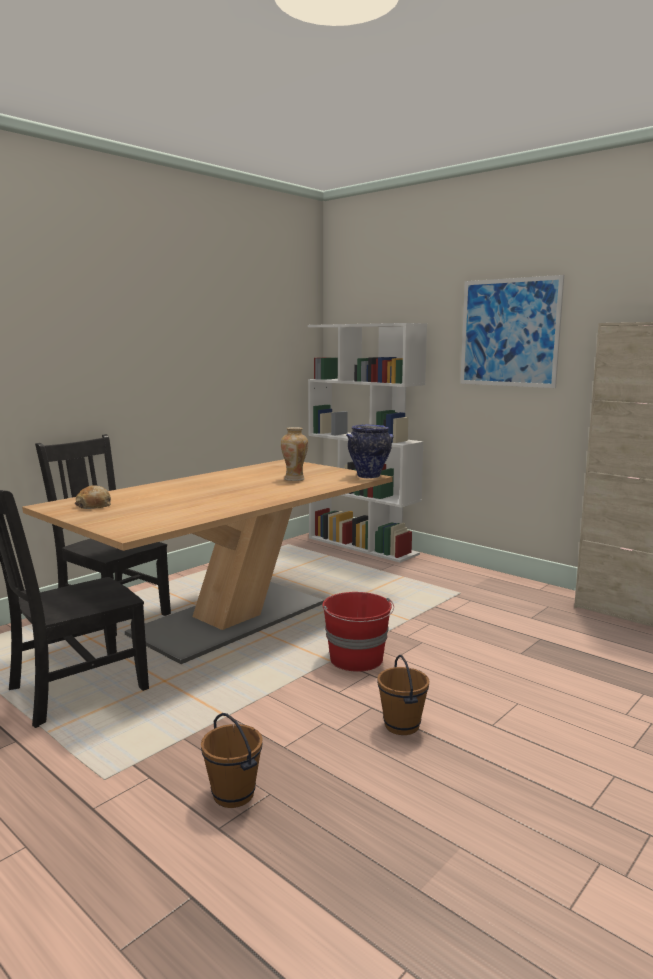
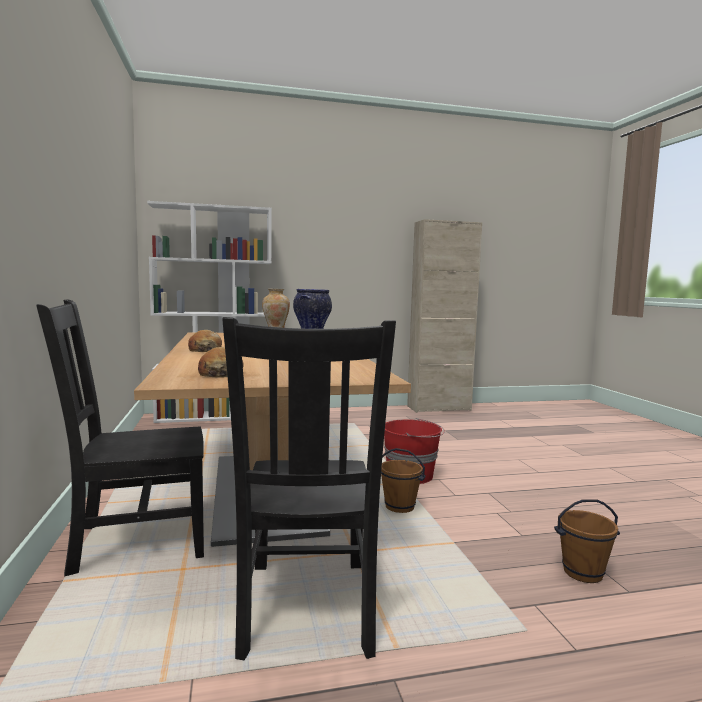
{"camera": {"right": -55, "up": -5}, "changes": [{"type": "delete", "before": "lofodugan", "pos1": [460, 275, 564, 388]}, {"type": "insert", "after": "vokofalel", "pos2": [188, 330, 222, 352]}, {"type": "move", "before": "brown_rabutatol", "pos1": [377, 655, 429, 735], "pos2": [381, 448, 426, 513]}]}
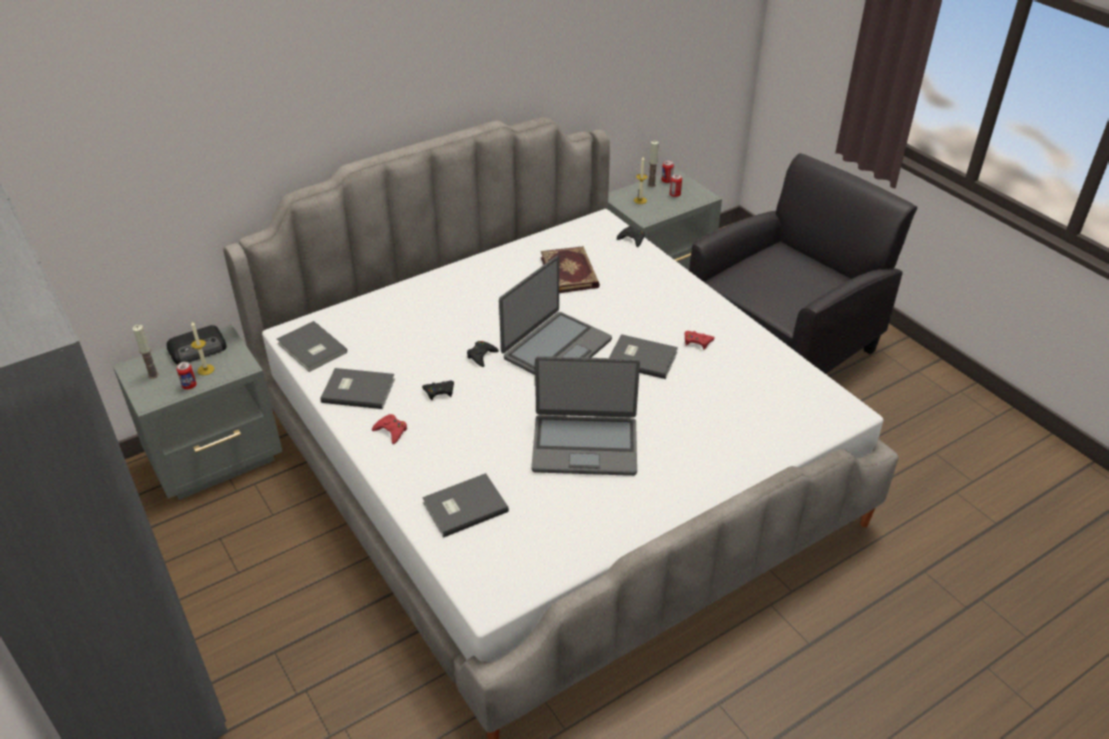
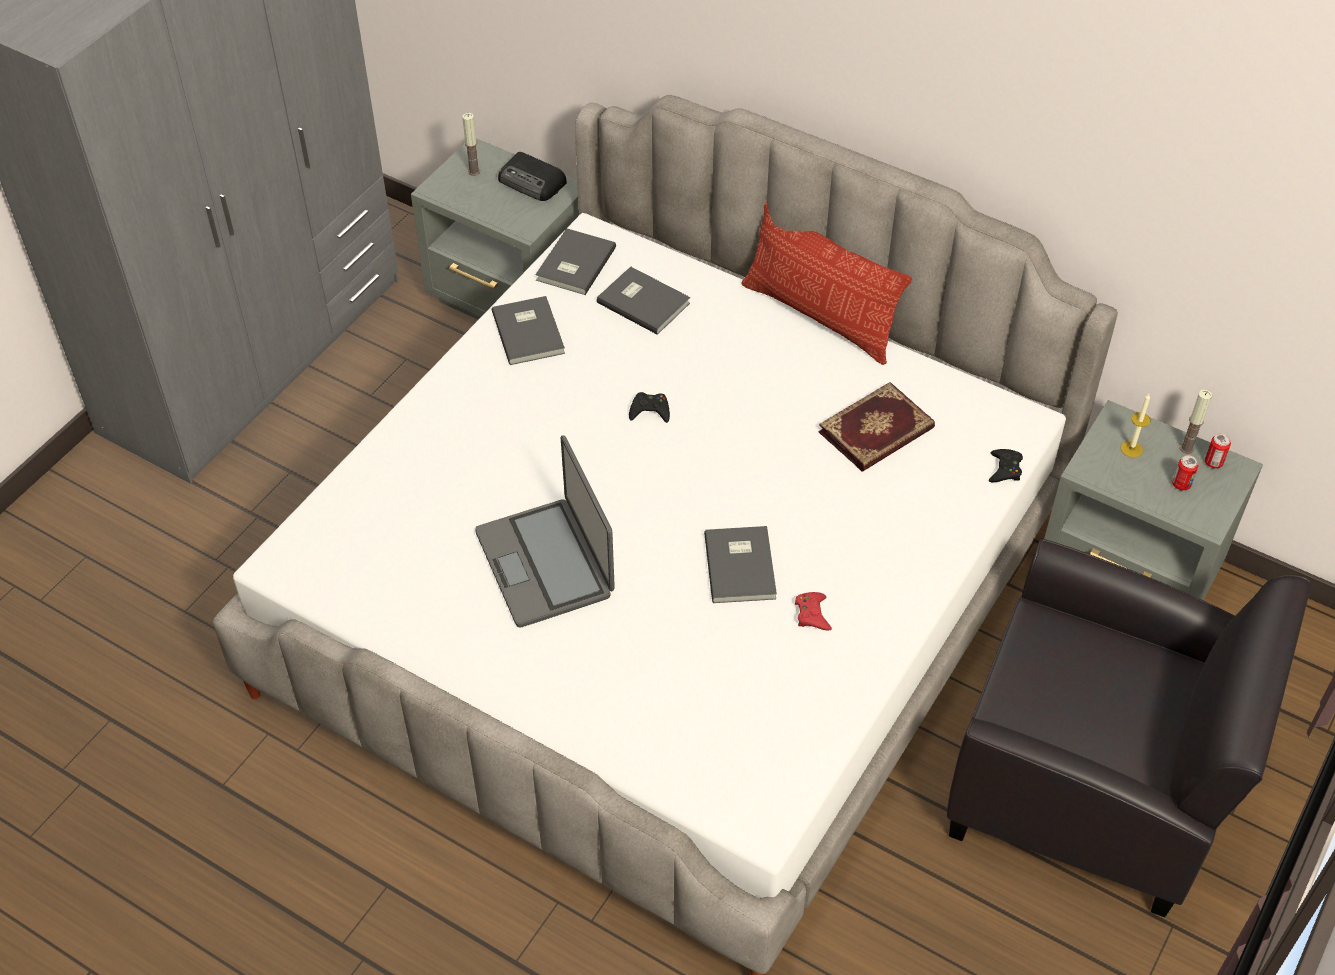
{"camera": {"right": 65, "up": 10}, "changes": [{"type": "delete", "before": "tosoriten", "pos1": [177, 362, 197, 390]}, {"type": "delete", "before": "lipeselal", "pos1": [191, 322, 214, 375]}, {"type": "delete", "before": "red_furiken", "pos1": [372, 414, 407, 444]}, {"type": "delete", "before": "black_furiken", "pos1": [422, 381, 454, 400]}, {"type": "delete", "before": "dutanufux", "pos1": [499, 256, 612, 375]}, {"type": "insert", "after": "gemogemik", "pos2": [742, 202, 912, 365]}, {"type": "move", "before": "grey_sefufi", "pos1": [422, 473, 509, 538], "pos2": [597, 267, 690, 335]}]}
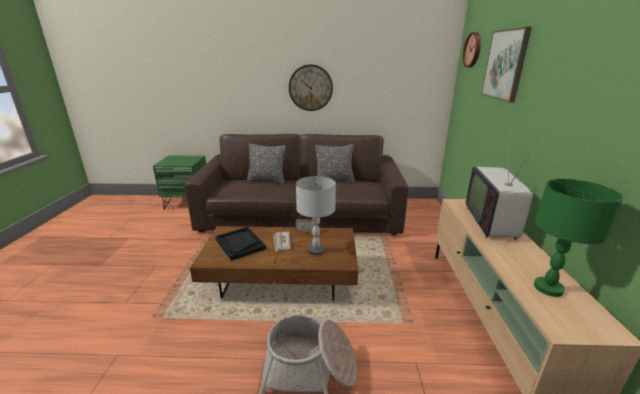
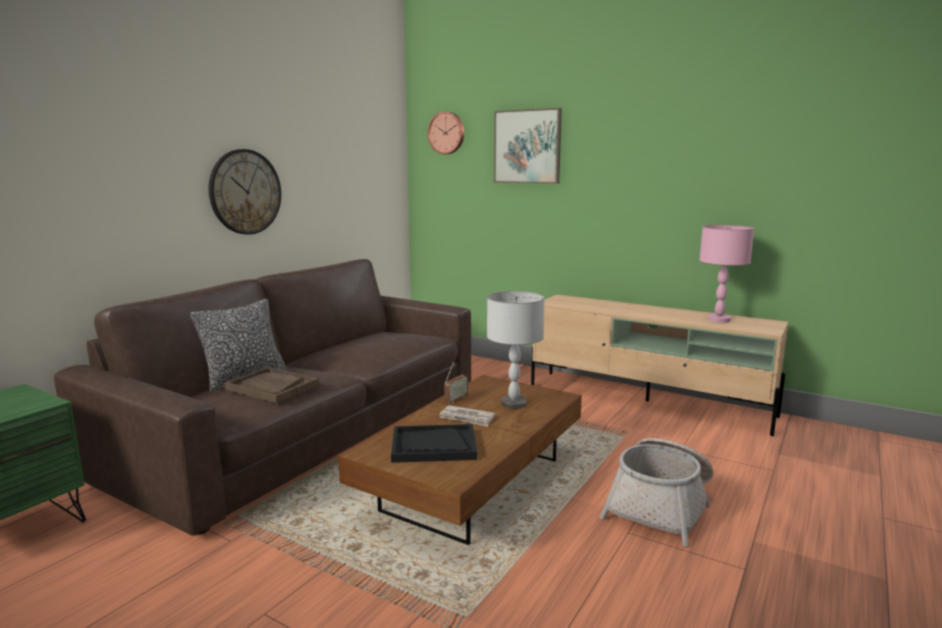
{"camera": {"right": -60, "up": -10}, "changes": [{"type": "delete", "before": "gemogemik", "pos1": [315, 144, 355, 182]}, {"type": "delete", "before": "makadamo", "pos1": [466, 143, 533, 240]}, {"type": "insert", "after": "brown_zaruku", "pos2": [225, 367, 319, 403]}, {"type": "recolor", "before": "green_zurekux", "after": "pink_zurekux", "pos1": [534, 179, 623, 297], "pos2": [699, 225, 754, 323]}]}
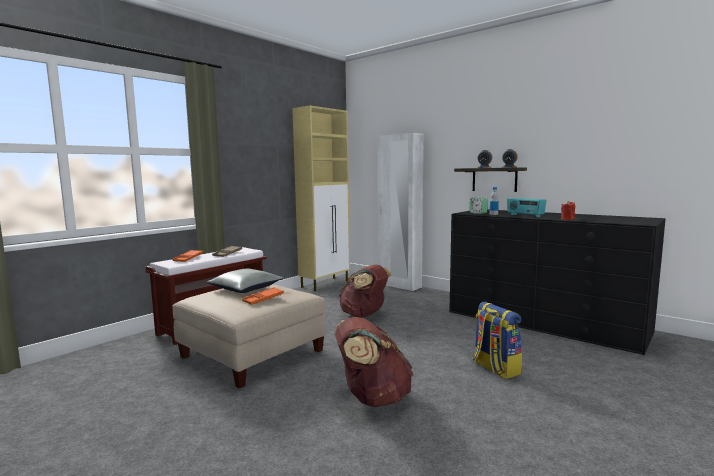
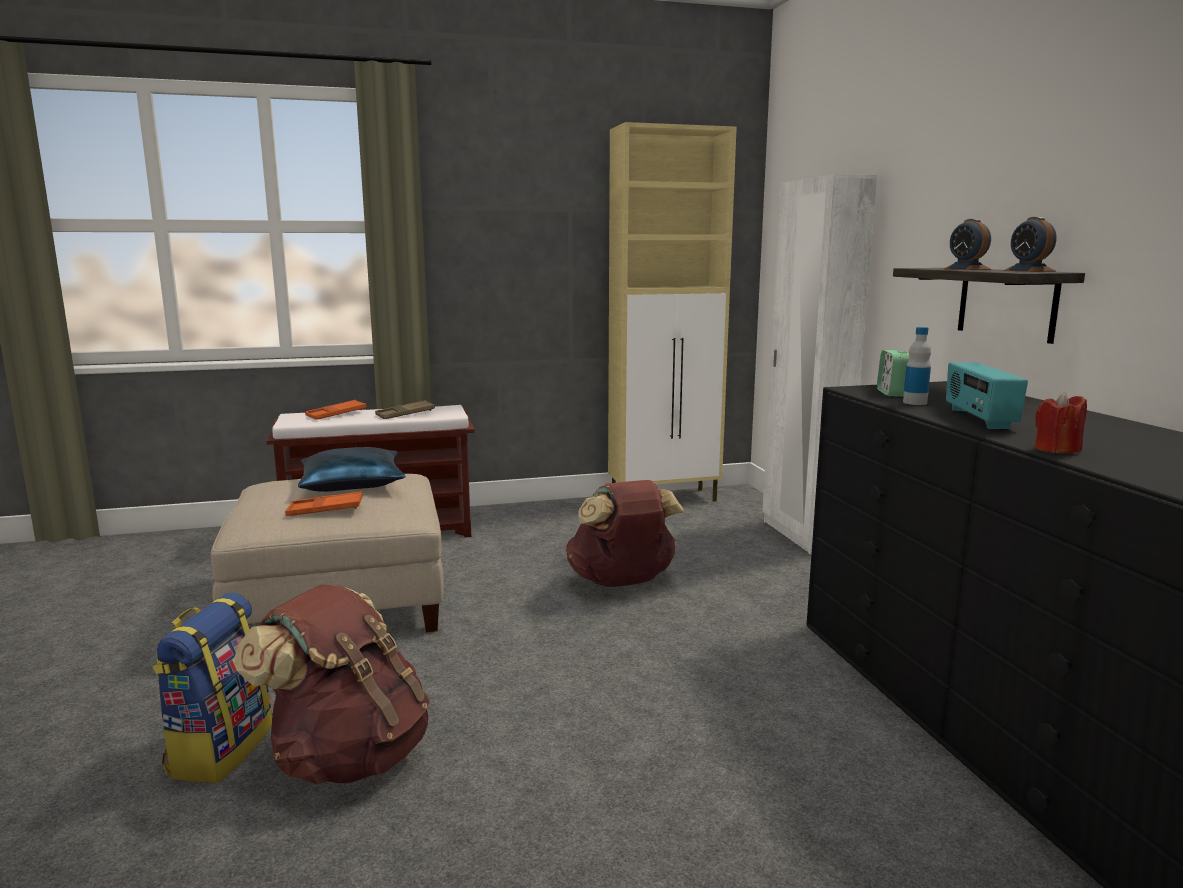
{"camera": {"right": 35, "up": 5}, "changes": [{"type": "move", "before": "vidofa", "pos1": [473, 302, 522, 379], "pos2": [152, 593, 272, 783]}, {"type": "recolor", "before": "grey_gemogemik", "after": "blue_gemogemik", "pos1": [207, 269, 284, 293], "pos2": [298, 447, 405, 492]}]}
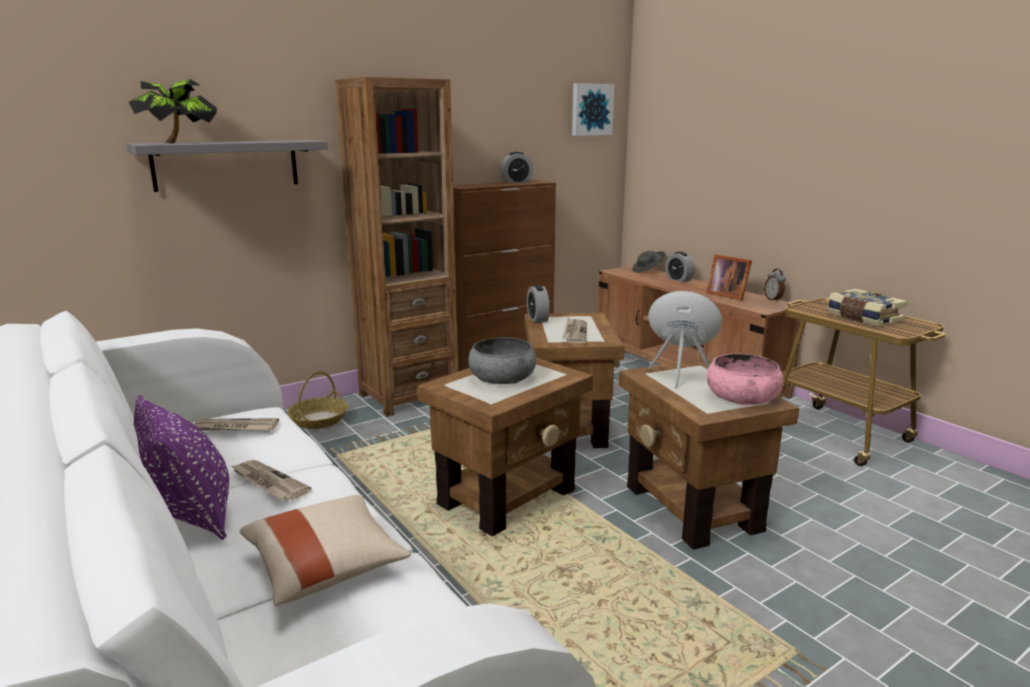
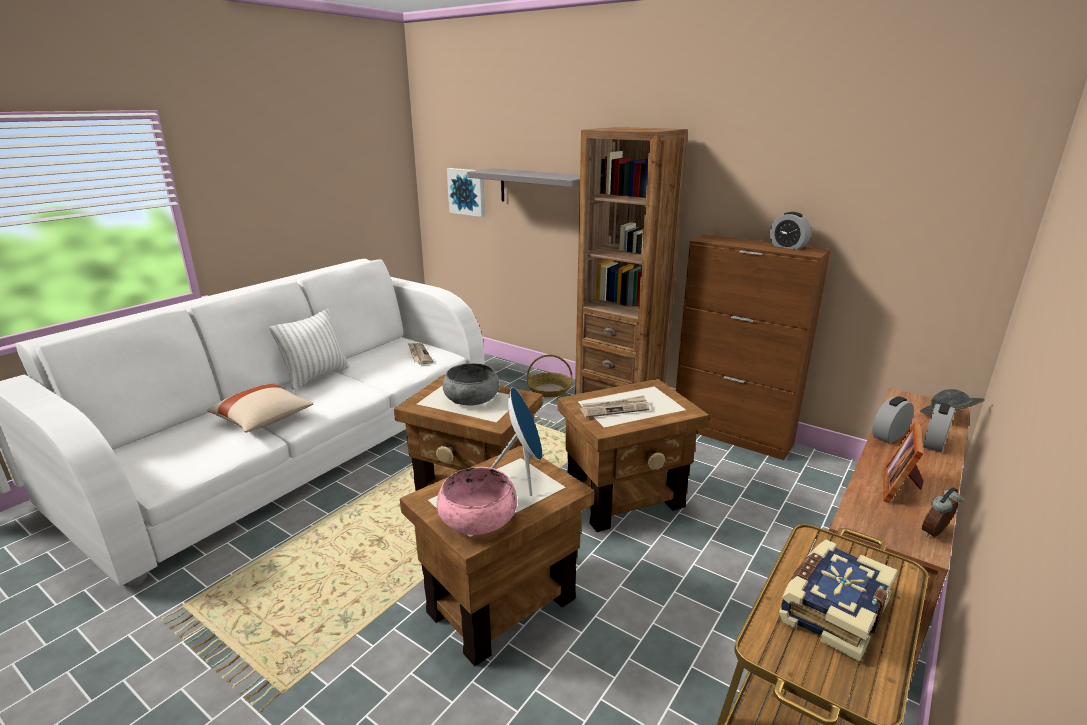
{"camera": {"right": 70, "up": 5}, "changes": [{"type": "delete", "before": "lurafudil", "pos1": [129, 79, 217, 143]}, {"type": "delete", "before": "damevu", "pos1": [230, 460, 312, 500]}, {"type": "move", "before": "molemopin", "pos1": [527, 285, 550, 322], "pos2": [872, 396, 914, 444]}, {"type": "move", "before": "lofodugan", "pos1": [572, 83, 615, 136], "pos2": [447, 168, 485, 217]}, {"type": "recolor", "before": "purple_gemogemik", "after": "white_gemogemik", "pos1": [134, 396, 229, 540], "pos2": [269, 309, 349, 390]}]}
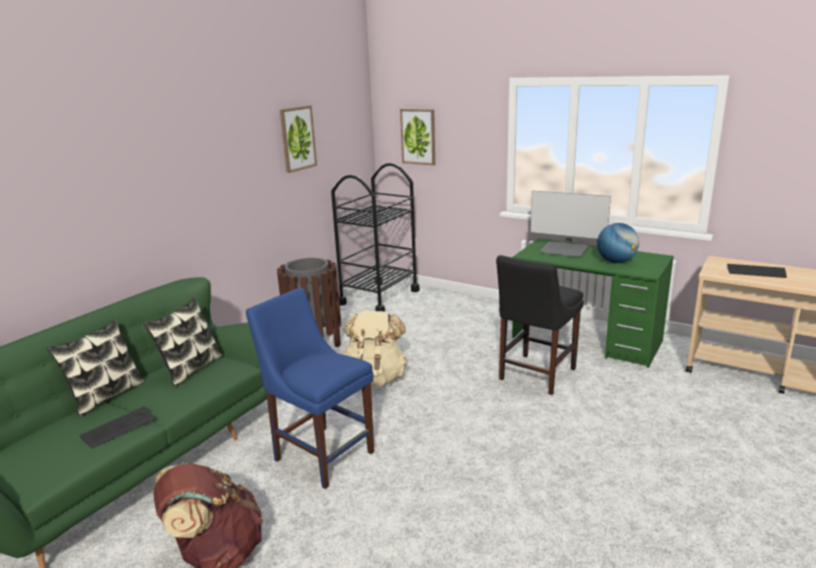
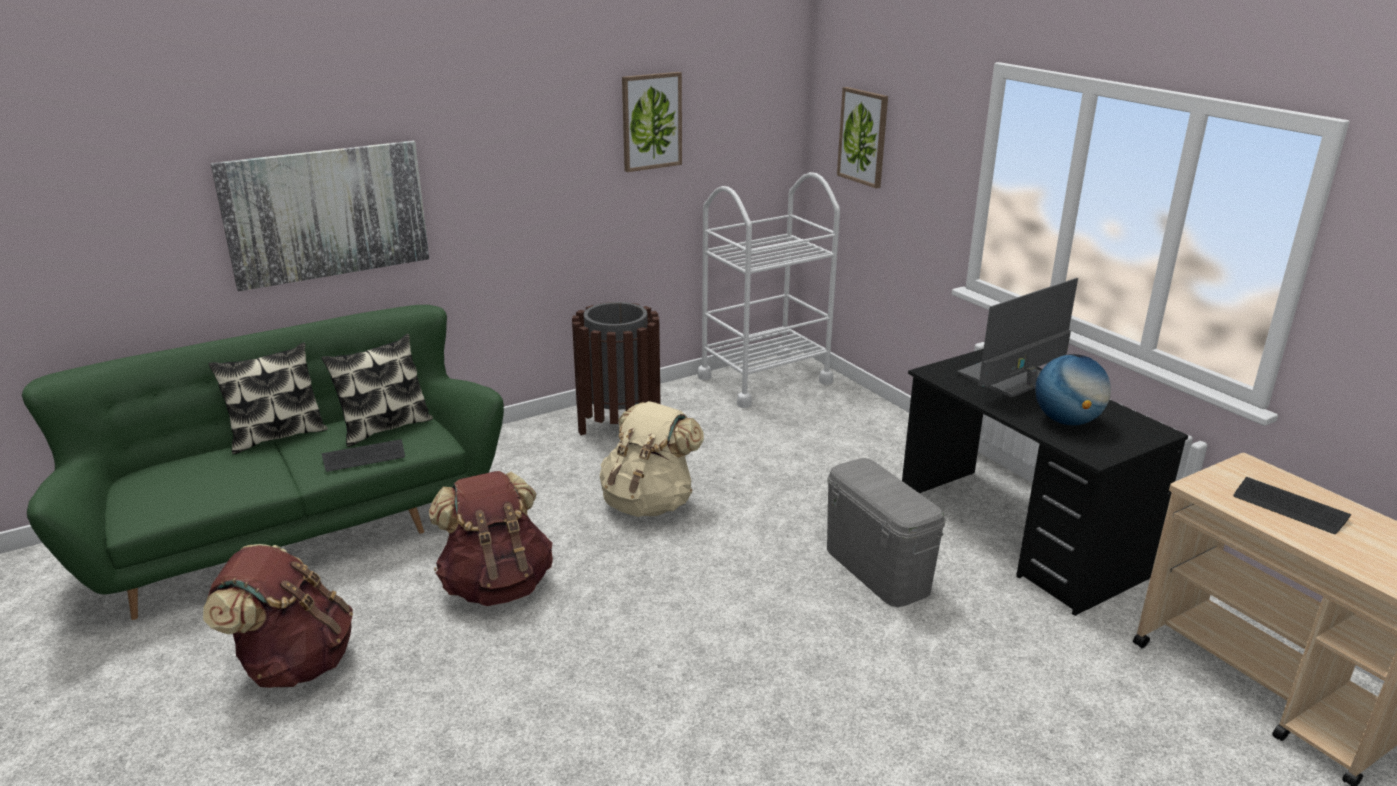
{"camera": {"right": 25, "up": 5}, "changes": [{"type": "insert", "after": "lofodugan", "pos2": [210, 141, 429, 292]}, {"type": "move", "before": "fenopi", "pos1": [80, 406, 155, 448], "pos2": [321, 439, 405, 472]}, {"type": "replace", "before": "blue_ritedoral", "after": "brown_vidofa", "pos1": [246, 288, 374, 489], "pos2": [429, 471, 553, 606]}, {"type": "replace", "before": "black_ritedoral", "after": "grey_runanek", "pos1": [496, 255, 584, 395], "pos2": [827, 458, 945, 607]}, {"type": "recolor", "before": "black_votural", "after": "white_votural", "pos1": [331, 163, 420, 311], "pos2": [698, 172, 840, 408]}, {"type": "recolor", "before": "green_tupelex", "after": "black_tupelex", "pos1": [512, 238, 674, 368], "pos2": [902, 349, 1188, 616]}, {"type": "rotate", "before": "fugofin", "pos1": [530, 191, 611, 257], "pos2": [957, 278, 1078, 398], "turn": 90}]}
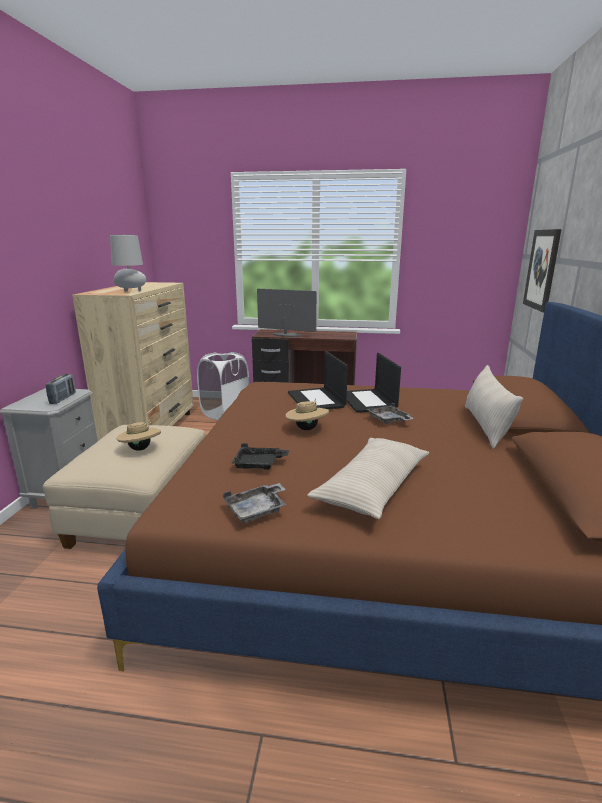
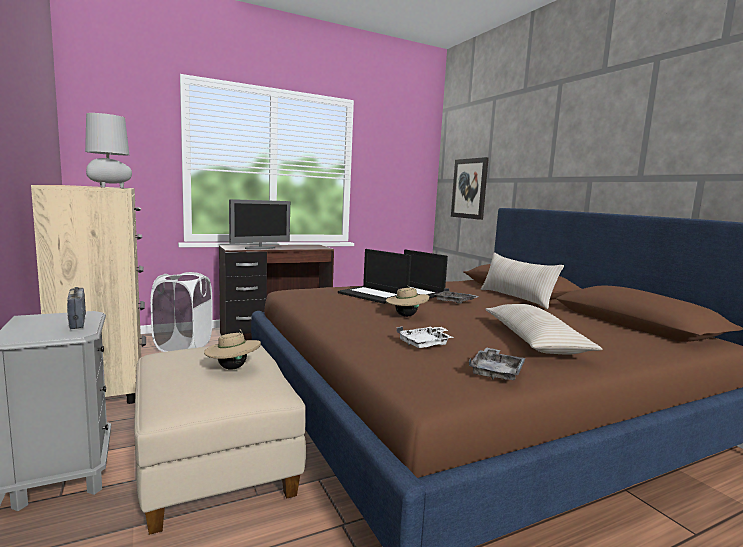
{"camera": {"right": -35, "up": -10}, "changes": [{"type": "recolor", "before": "black_zaruku", "after": "white_zaruku", "pos1": [231, 443, 289, 470], "pos2": [397, 327, 454, 348]}, {"type": "rotate", "before": "fugofin", "pos1": [257, 289, 317, 337], "pos2": [229, 199, 290, 250], "turn": 150}]}
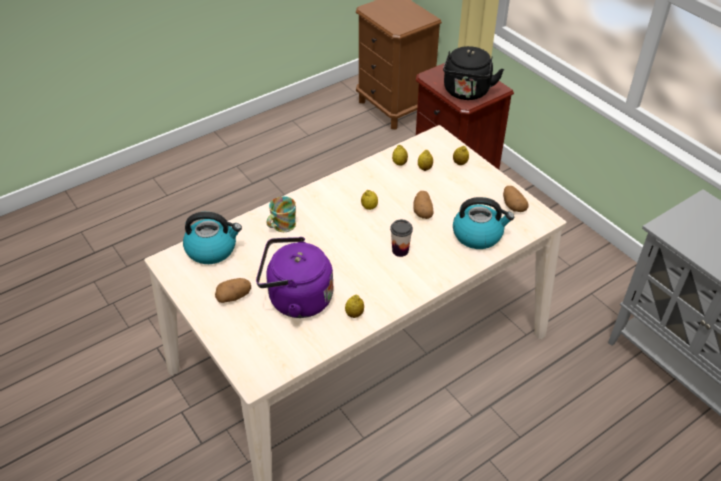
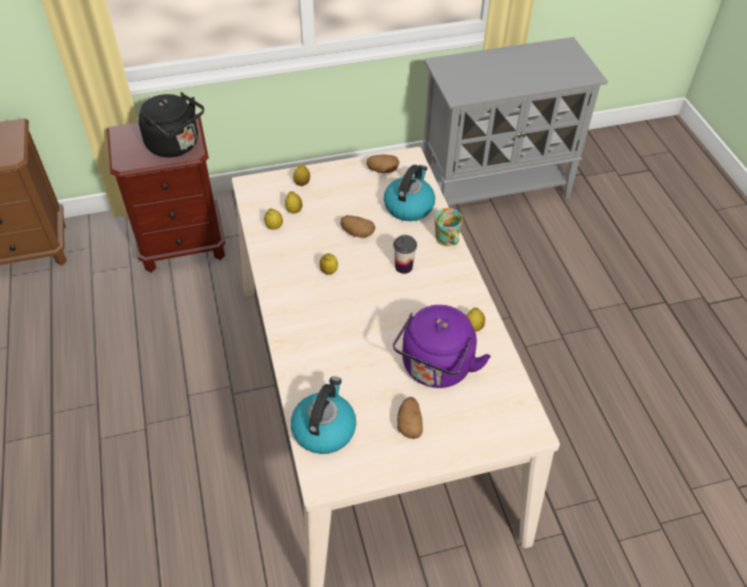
{"camera": {"right": -70, "up": 5}, "changes": [{"type": "move", "before": "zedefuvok", "pos1": [267, 196, 296, 232], "pos2": [434, 208, 463, 246]}]}
